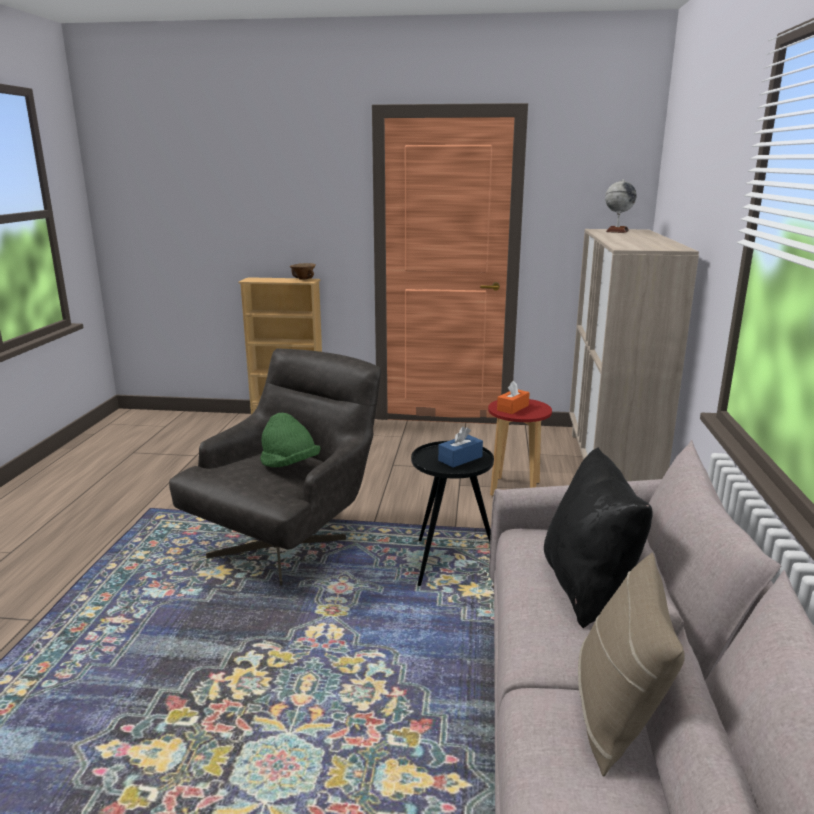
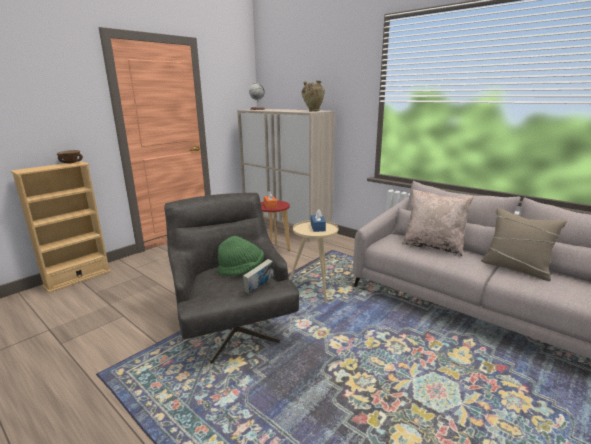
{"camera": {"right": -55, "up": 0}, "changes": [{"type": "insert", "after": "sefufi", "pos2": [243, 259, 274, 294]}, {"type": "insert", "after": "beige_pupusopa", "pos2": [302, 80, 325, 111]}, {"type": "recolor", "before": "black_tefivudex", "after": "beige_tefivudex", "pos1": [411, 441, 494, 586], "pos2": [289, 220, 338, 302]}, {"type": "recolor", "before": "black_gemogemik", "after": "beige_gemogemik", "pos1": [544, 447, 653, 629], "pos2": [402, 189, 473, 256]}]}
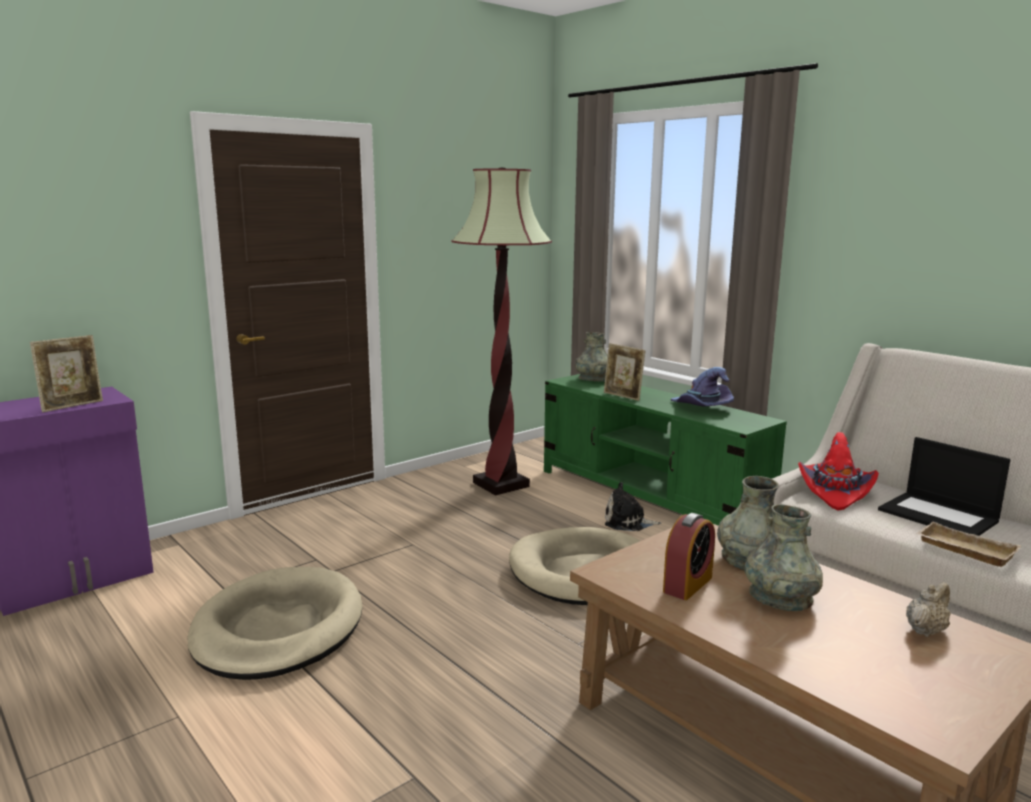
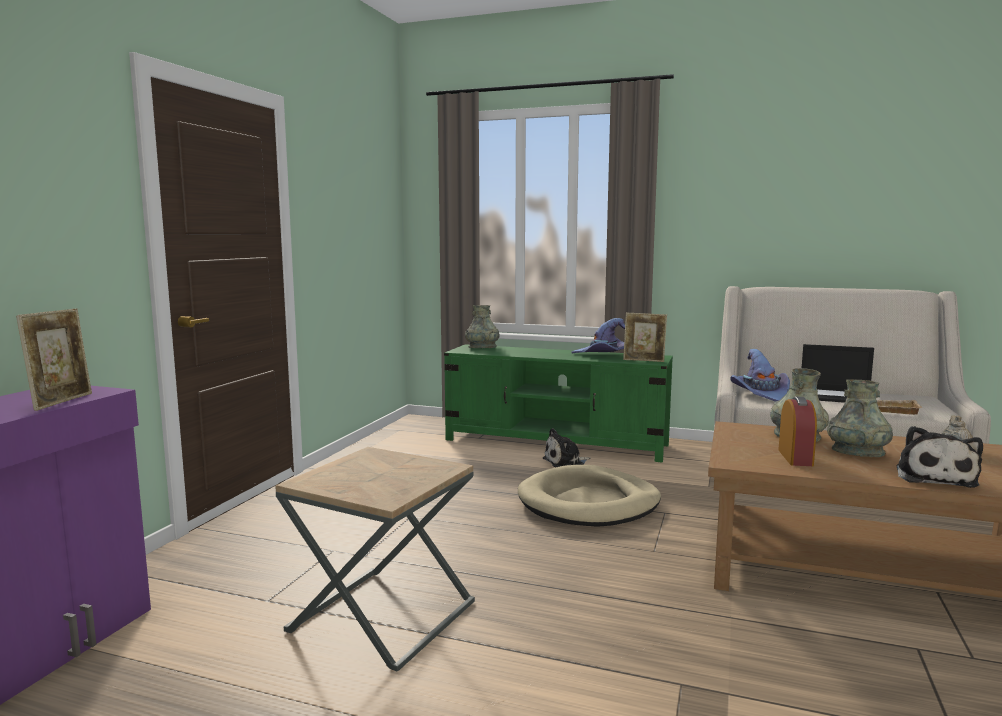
{"camera": {"right": -30, "up": -5}, "changes": [{"type": "delete", "before": "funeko", "pos1": [451, 168, 552, 495]}, {"type": "insert", "after": "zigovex", "pos2": [896, 426, 983, 488]}, {"type": "move", "before": "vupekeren", "pos1": [604, 343, 646, 401], "pos2": [623, 312, 667, 362]}, {"type": "replace", "before": "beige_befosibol", "after": "brown_tefivudex", "pos1": [188, 567, 363, 680], "pos2": [275, 447, 475, 671]}, {"type": "recolor", "before": "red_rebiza", "after": "purple_rebiza", "pos1": [798, 432, 879, 510], "pos2": [730, 349, 790, 402]}]}
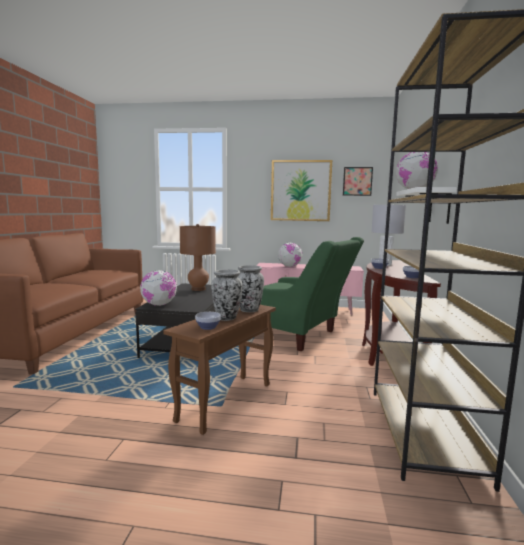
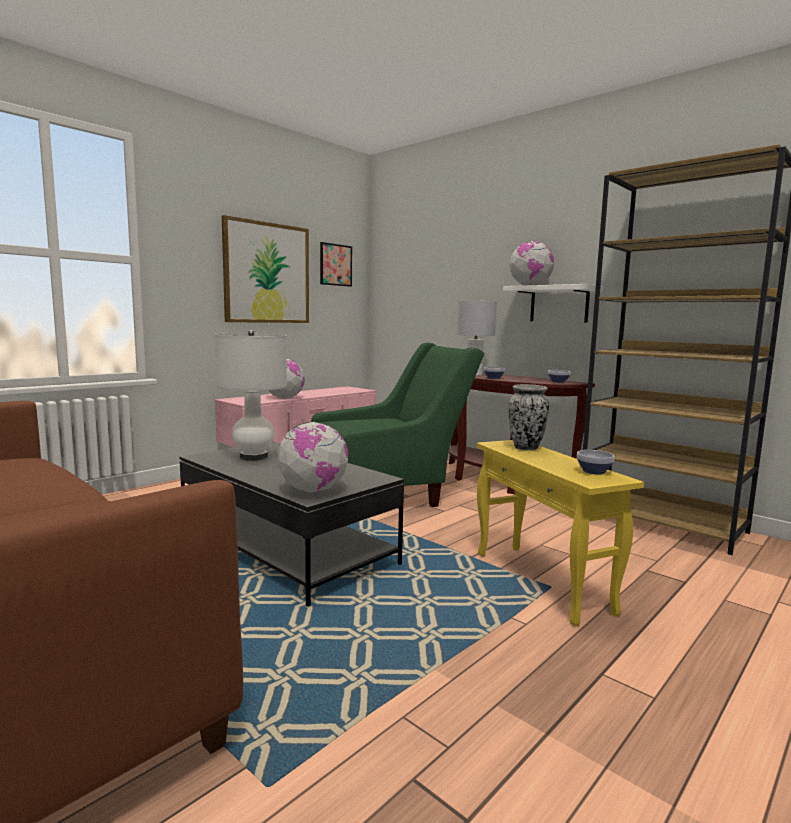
{"camera": {"right": -55, "up": 0}, "changes": [{"type": "delete", "before": "pupusopa", "pos1": [211, 269, 243, 321]}, {"type": "recolor", "before": "brown_tefivudex", "after": "yellow_tefivudex", "pos1": [163, 305, 276, 435], "pos2": [476, 440, 644, 627]}, {"type": "recolor", "before": "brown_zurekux", "after": "white_zurekux", "pos1": [180, 224, 216, 291], "pos2": [215, 330, 287, 461]}]}
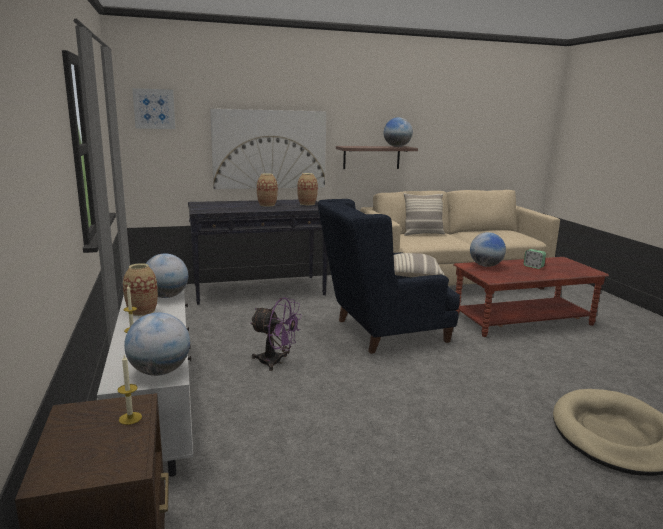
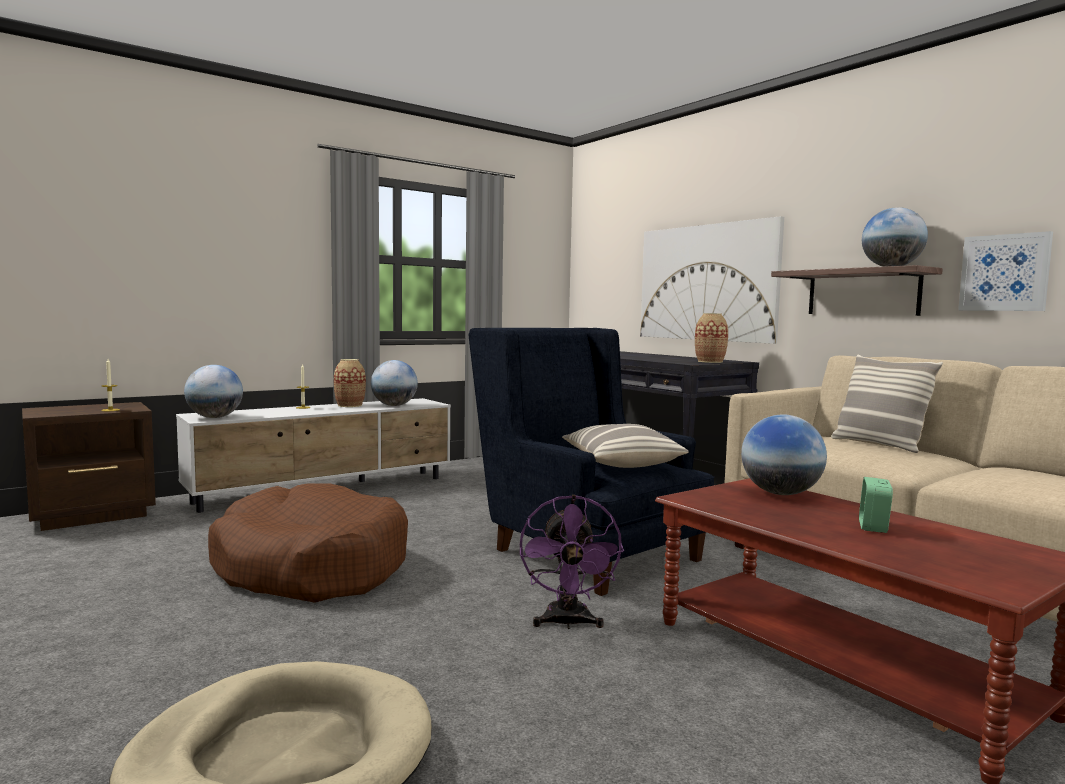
{"camera": {"right": 70, "up": -10}, "changes": [{"type": "delete", "before": "pupusopa", "pos1": [257, 173, 278, 206]}, {"type": "insert", "after": "brown_befosibol", "pos2": [208, 483, 408, 603]}, {"type": "move", "before": "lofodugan", "pos1": [132, 88, 175, 129], "pos2": [958, 231, 1053, 311]}, {"type": "move", "before": "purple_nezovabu", "pos1": [250, 297, 302, 371], "pos2": [520, 495, 624, 629]}]}
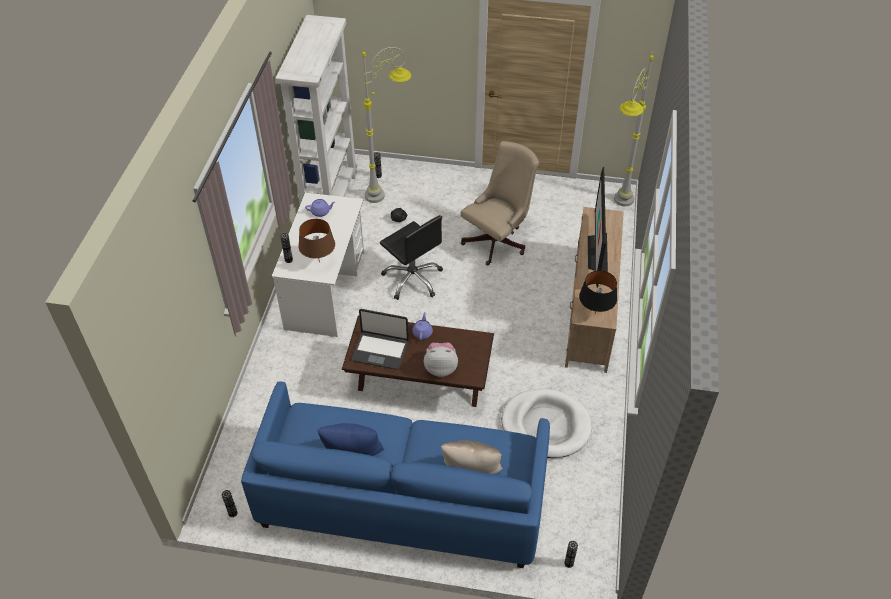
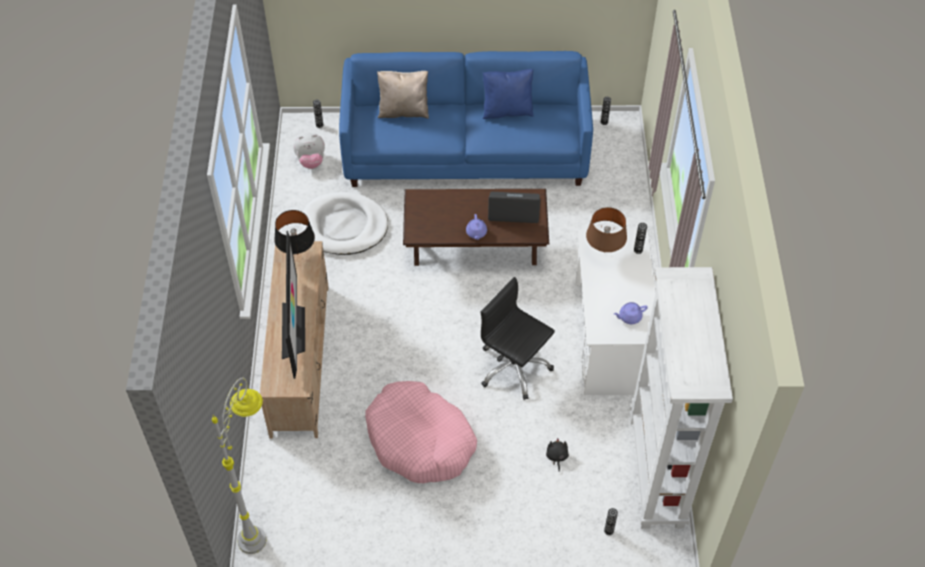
{"camera": {"right": 170, "up": 5}, "changes": [{"type": "delete", "before": "grey_funeko", "pos1": [362, 47, 411, 203]}, {"type": "move", "before": "zigovex", "pos1": [424, 343, 458, 377], "pos2": [294, 133, 325, 169]}, {"type": "replace", "before": "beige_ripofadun", "after": "pink_befosibol", "pos1": [460, 141, 539, 266], "pos2": [365, 381, 477, 483]}]}
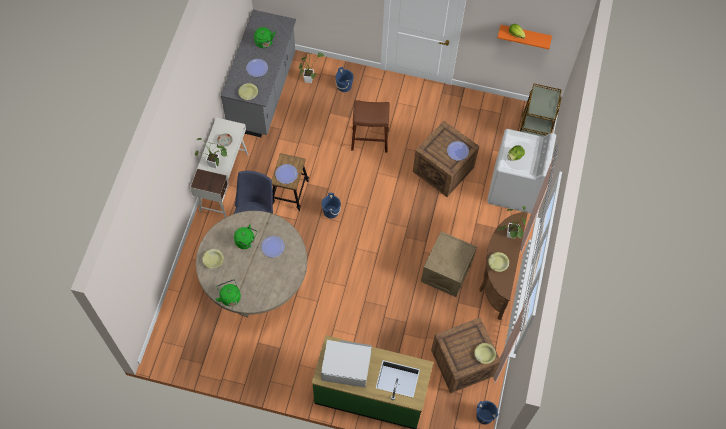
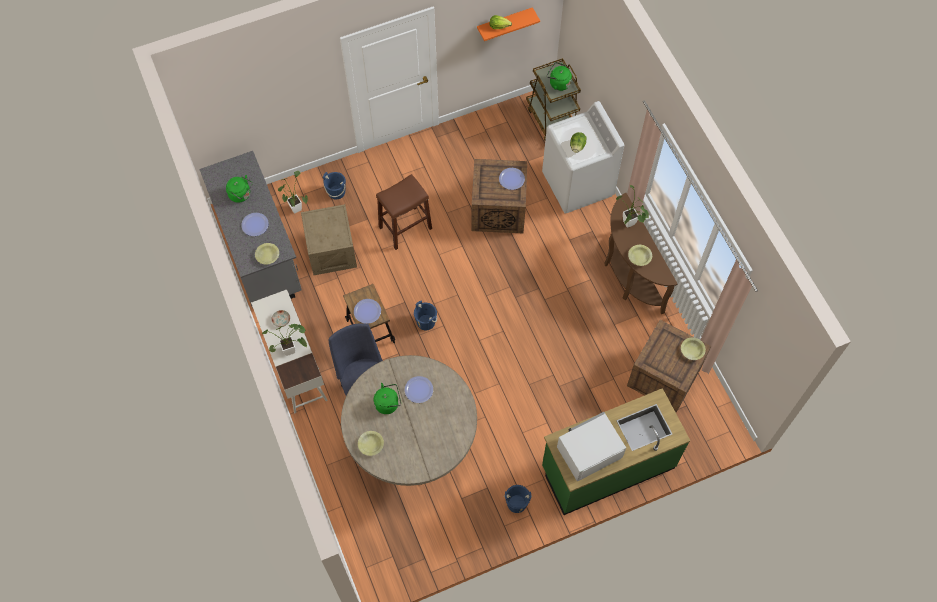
{"camera": {"right": -35, "up": 0}, "changes": [{"type": "move", "before": "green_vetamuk", "pos1": [216, 279, 241, 306], "pos2": [547, 62, 572, 91]}, {"type": "move", "before": "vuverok", "pos1": [421, 231, 477, 297], "pos2": [301, 204, 357, 275]}, {"type": "move", "before": "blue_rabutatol", "pos1": [476, 401, 498, 424], "pos2": [504, 485, 532, 513]}]}
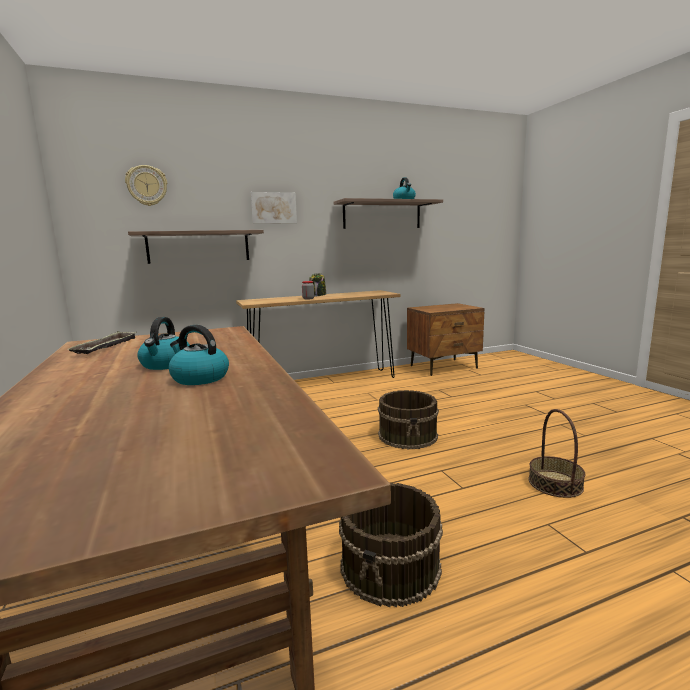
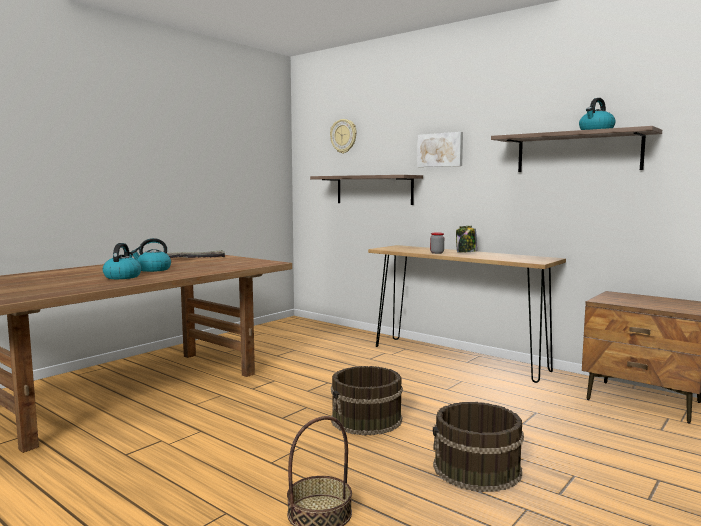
{"camera": {"right": 60, "up": -5}, "changes": [{"type": "move", "before": "brown_rabutatol", "pos1": [339, 482, 443, 607], "pos2": [433, 402, 524, 492]}]}
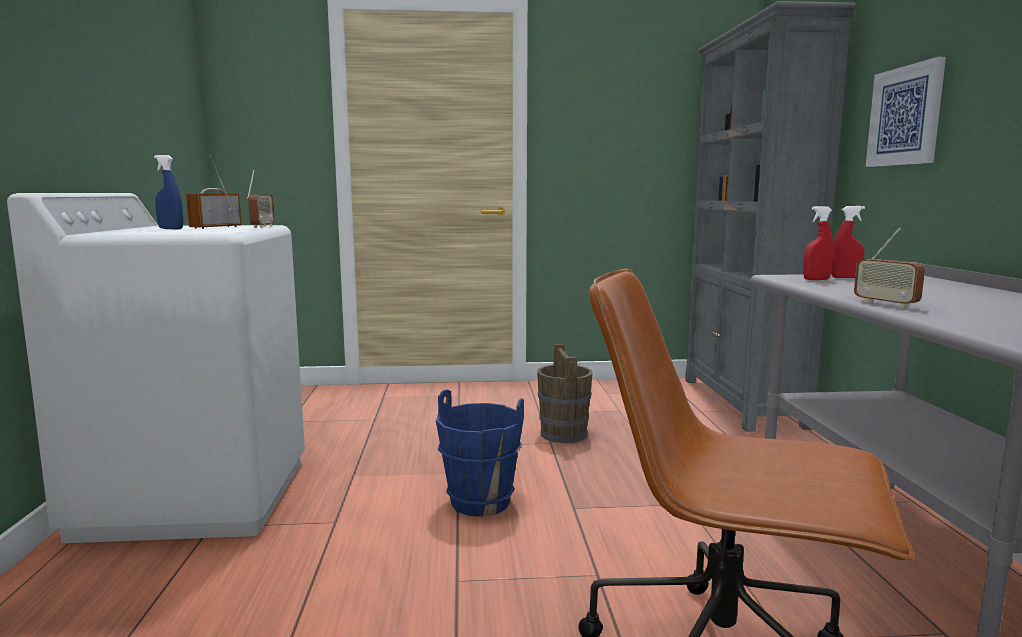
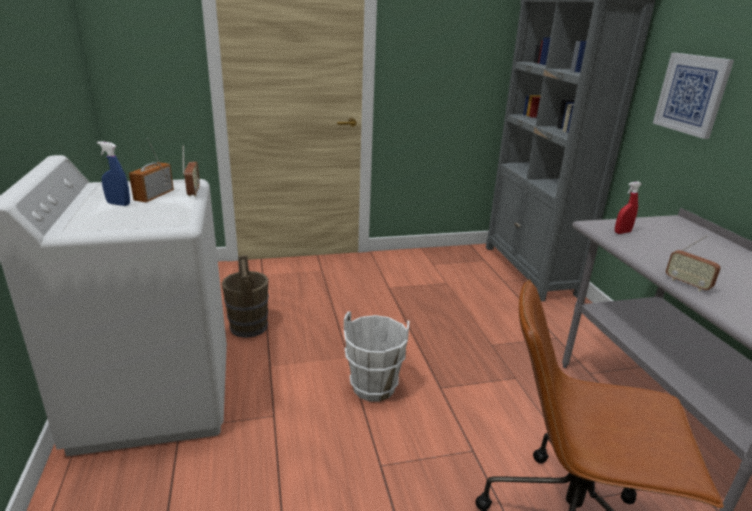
{"camera": {"right": -10, "up": 15}, "changes": [{"type": "delete", "before": "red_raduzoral", "pos1": [831, 206, 865, 278]}, {"type": "move", "before": "brown_rabutatol", "pos1": [537, 344, 592, 443], "pos2": [222, 255, 269, 338]}, {"type": "recolor", "before": "blue_rabutatol", "after": "white_rabutatol", "pos1": [436, 389, 524, 517], "pos2": [344, 311, 409, 401]}]}
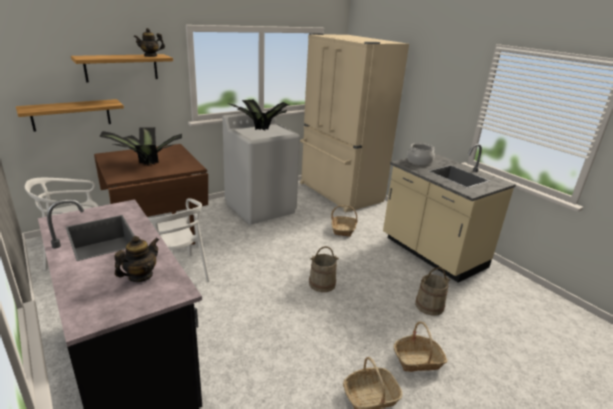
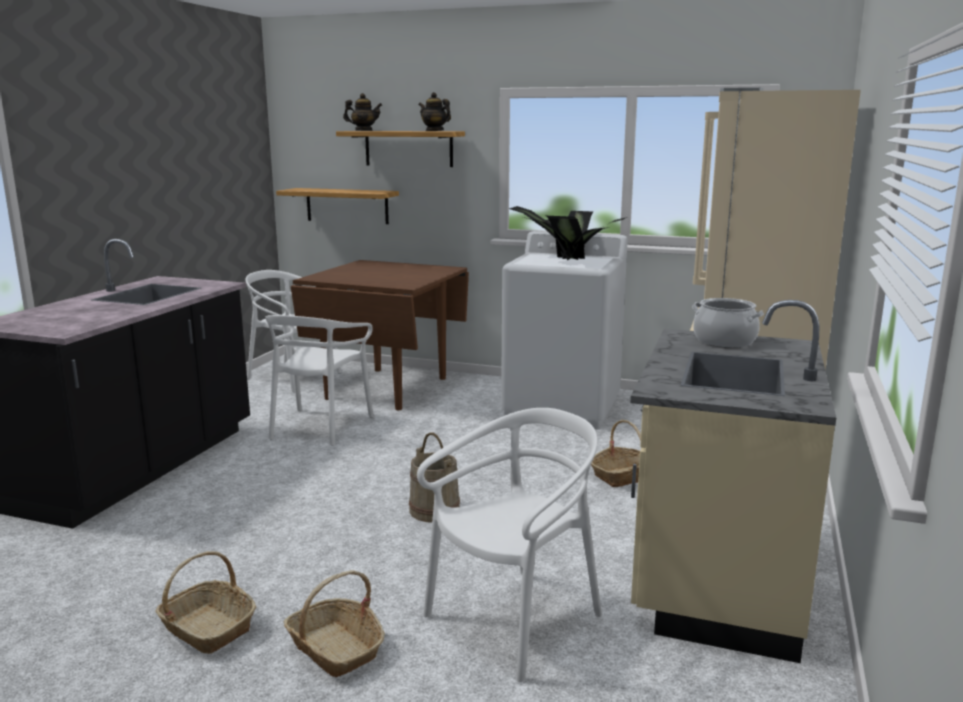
{"camera": {"right": 55, "up": -10}, "changes": [{"type": "delete", "before": "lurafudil", "pos1": [99, 127, 182, 165]}, {"type": "move", "before": "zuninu", "pos1": [114, 236, 159, 282], "pos2": [343, 93, 382, 131]}, {"type": "replace", "before": "beige_rabutatol", "after": "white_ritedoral", "pos1": [415, 267, 450, 316], "pos2": [417, 408, 602, 682]}]}
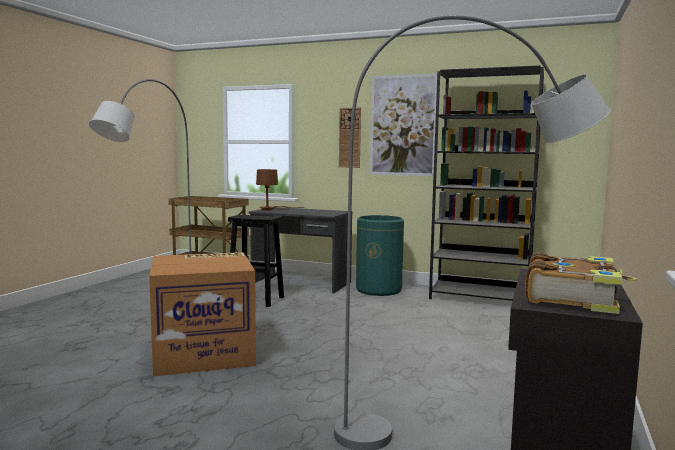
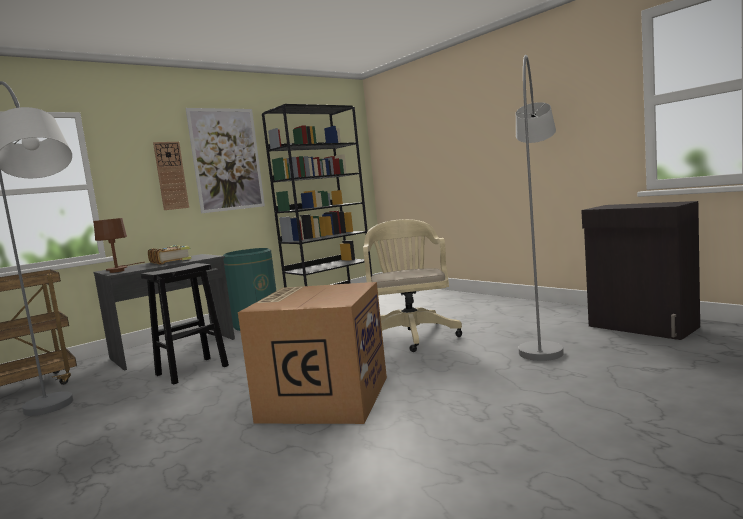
{"camera": {"right": -60, "up": 0}, "changes": [{"type": "insert", "after": "beige_ripofadun", "pos2": [363, 219, 462, 352]}, {"type": "move", "before": "sefufi", "pos1": [525, 252, 637, 314], "pos2": [148, 245, 192, 265]}]}
